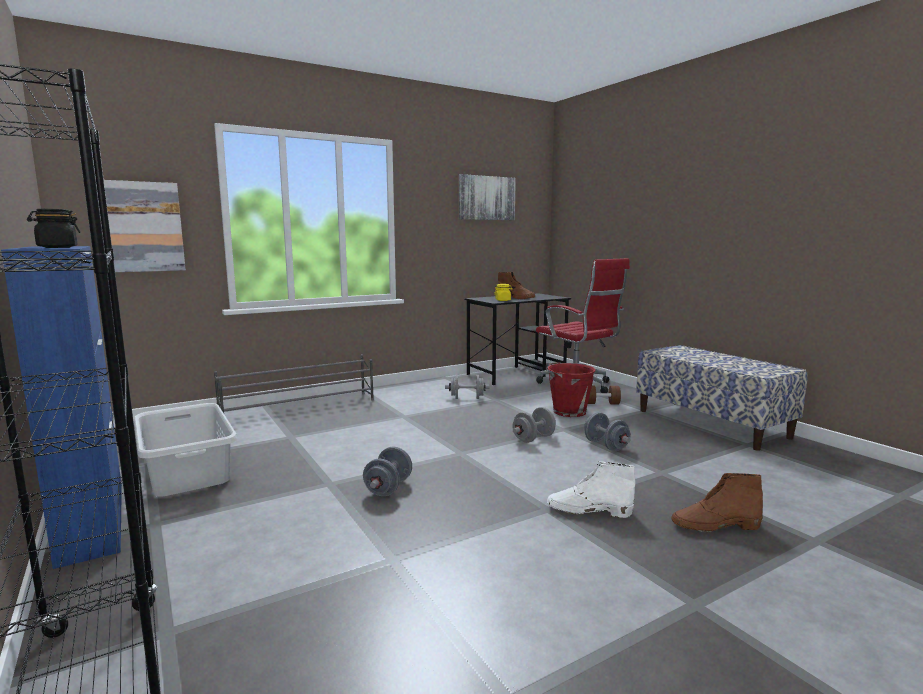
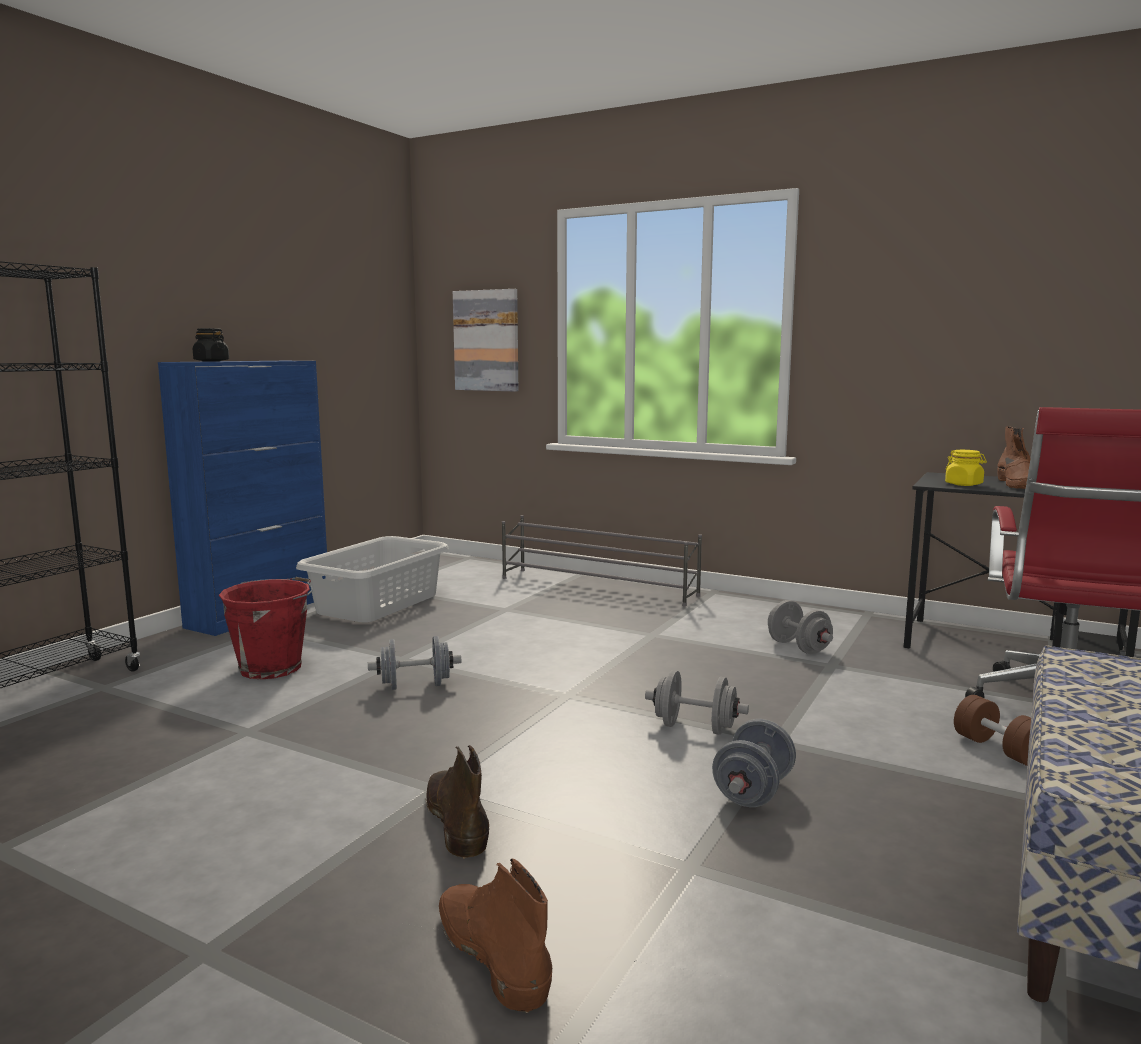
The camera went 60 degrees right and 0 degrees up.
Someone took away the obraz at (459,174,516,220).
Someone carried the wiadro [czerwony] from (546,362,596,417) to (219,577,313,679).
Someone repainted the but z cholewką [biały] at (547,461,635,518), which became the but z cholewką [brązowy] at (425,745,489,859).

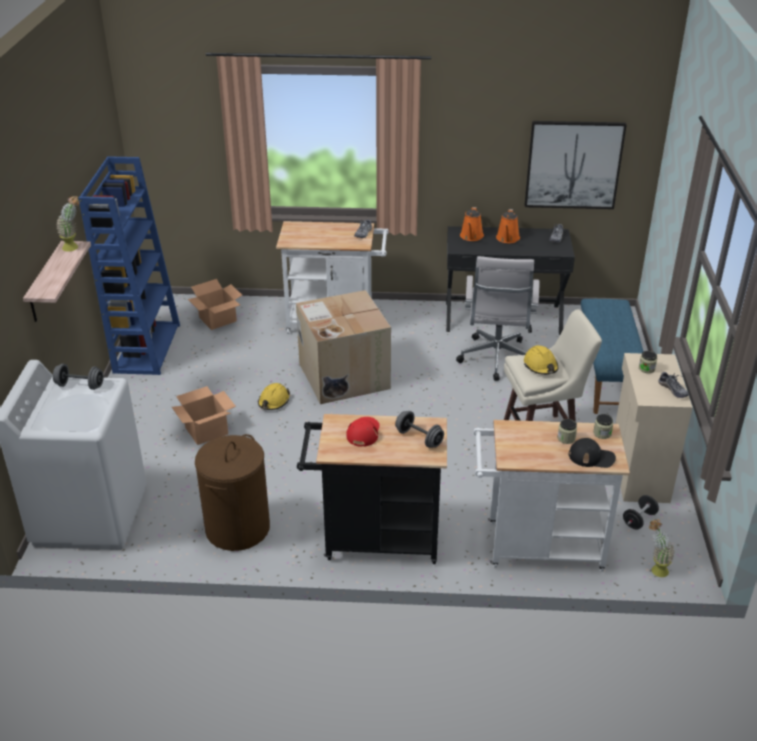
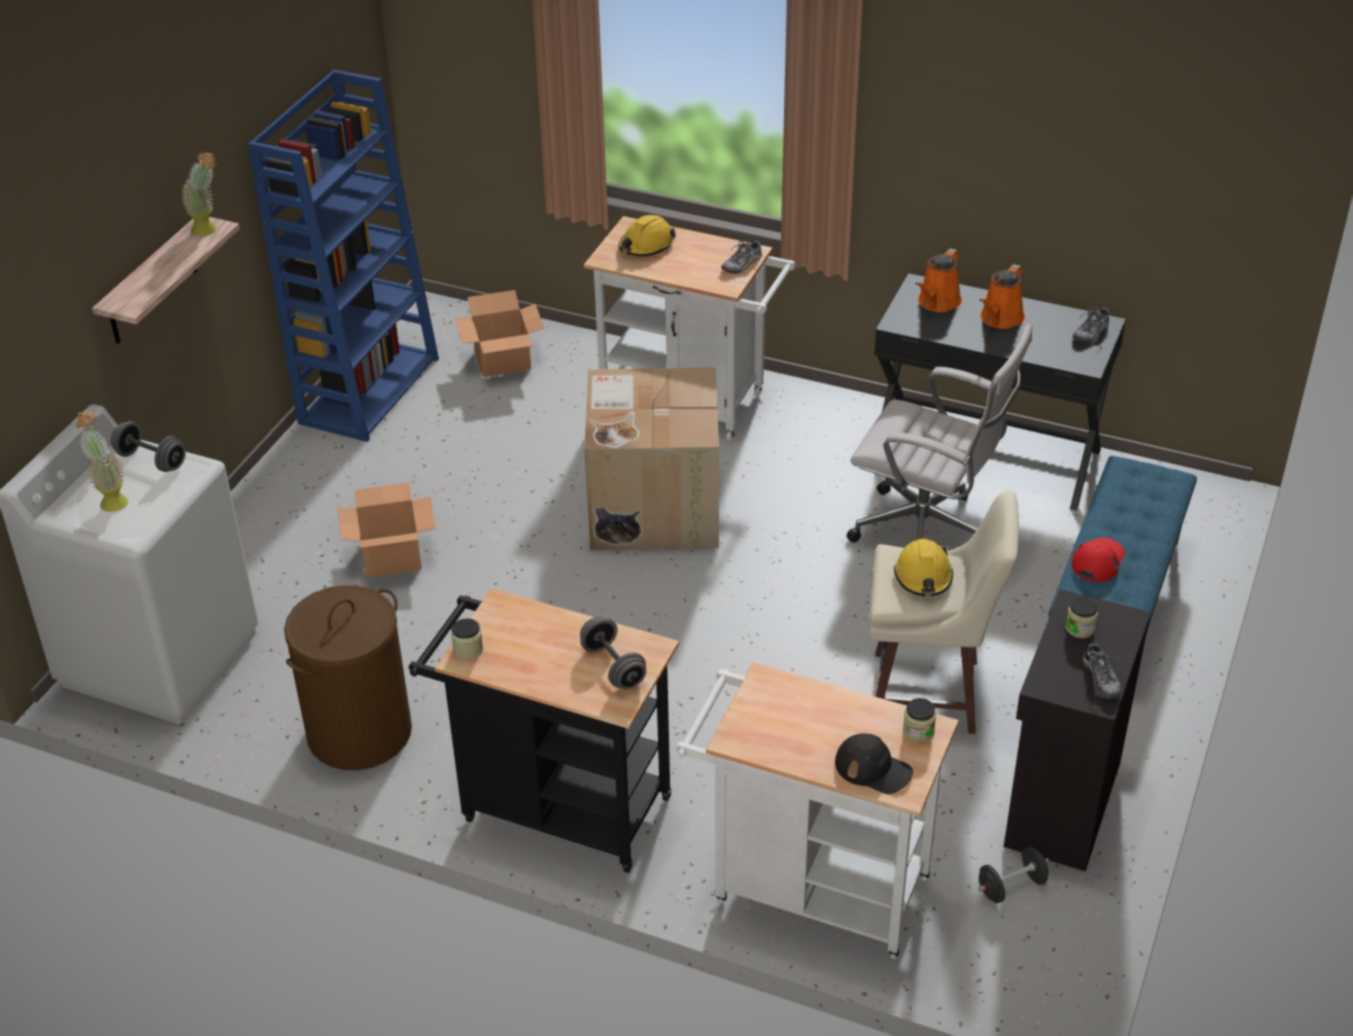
The camera went 20 degrees right and 5 degrees up.
Someone took away the obraz at (525,121,627,209).
Someone carried the kask [żółty] from (258,383,290,410) to (618,215,676,256).
Someone carried the czapka z daszkiem [czerwony] from (347,417,380,447) to (1072,538,1125,582).
Someone carried the słoik from (557,419,577,444) to (451,618,483,660).
Someone carried the roślina doniczkowa from (649,519,675,577) to (76,412,128,512).
Someone repainted the szafka [beżowy] at (615,353,693,503), which became the szafka [czarny] at (1004,589,1151,871).
Someone rotated the krzesło biurowe [biały] at (456,256,540,381) by 90 degrees counterclockwise.

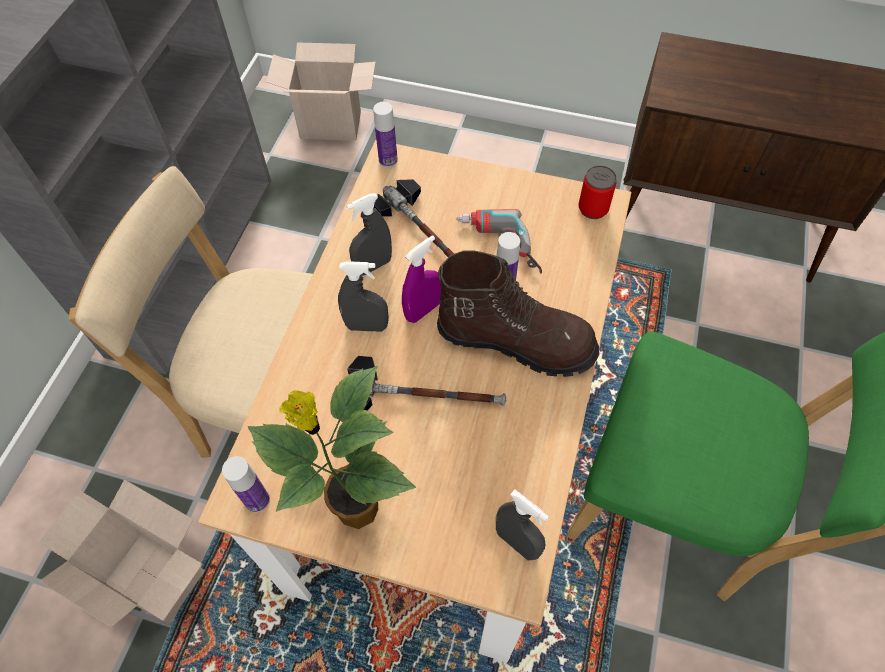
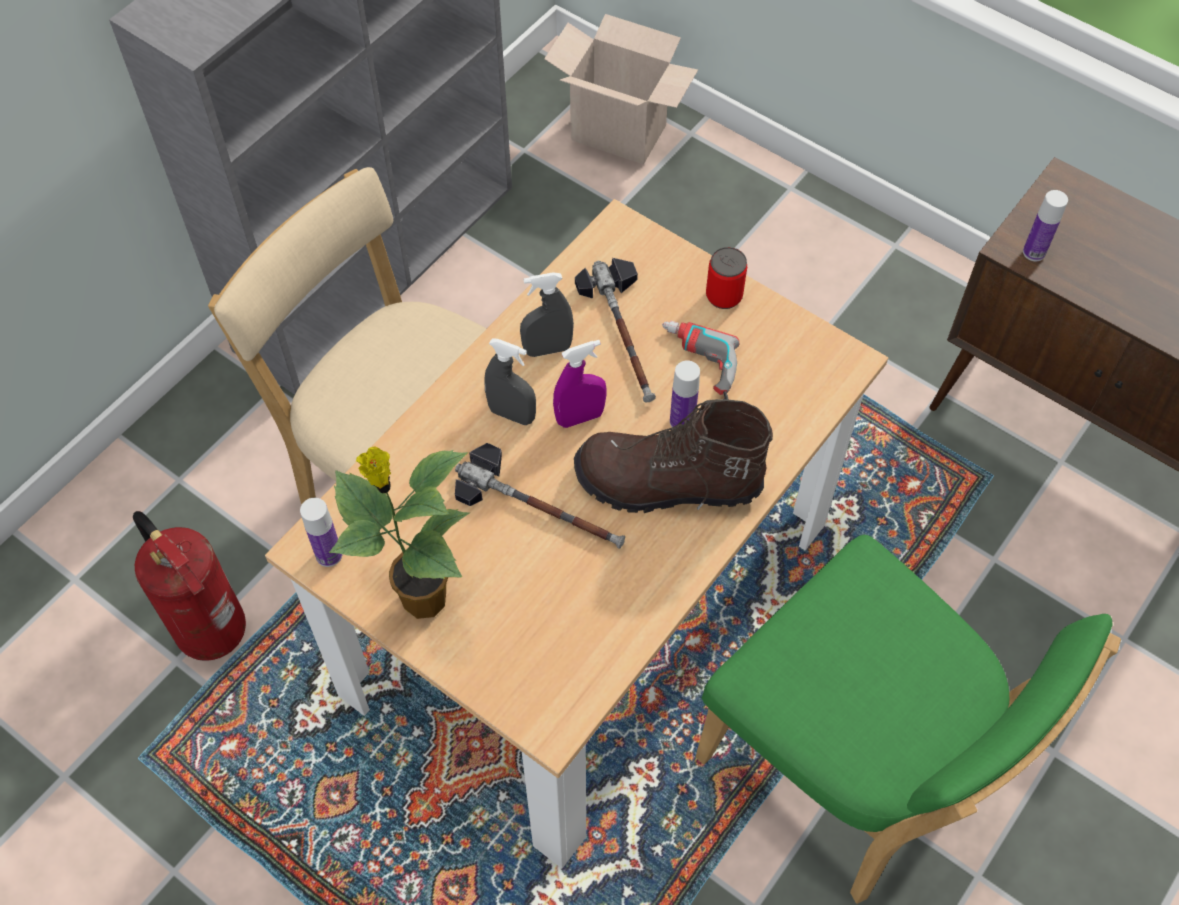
The camera went 20 degrees right and 0 degrees up.
Someone took away the spryskiwacz [szary] at (496,490,549,560).
Someone carried the butelka from (373,102,398,168) to (1023,190,1068,261).
Someone carried the puszka from (579,166,617,219) to (706,247,747,309).
Someone swapped the karton at (39,479,205,628) for the gaśnica at (133,511,246,661).
Someone rotated the but z cholewką [brązowy] at (437,251,599,377) by 150 degrees clockwise.

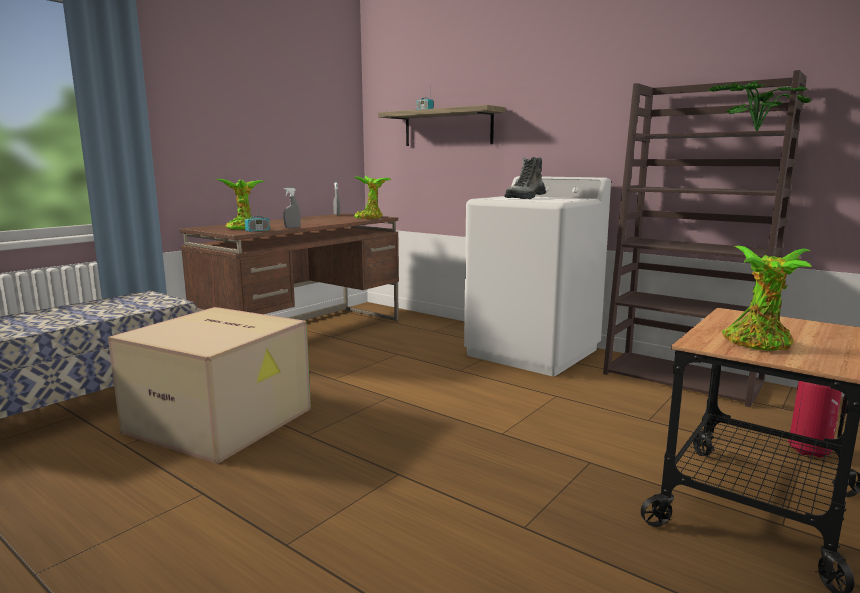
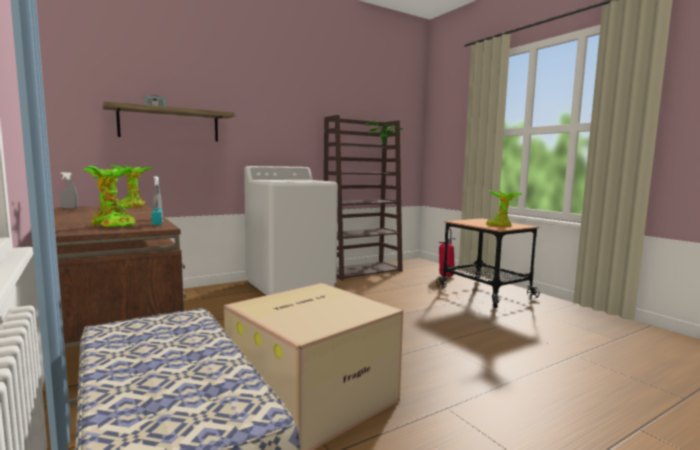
The camera went 70 degrees left and 5 degrees down.
Someone took away the but z cholewką at (505,157,546,199).

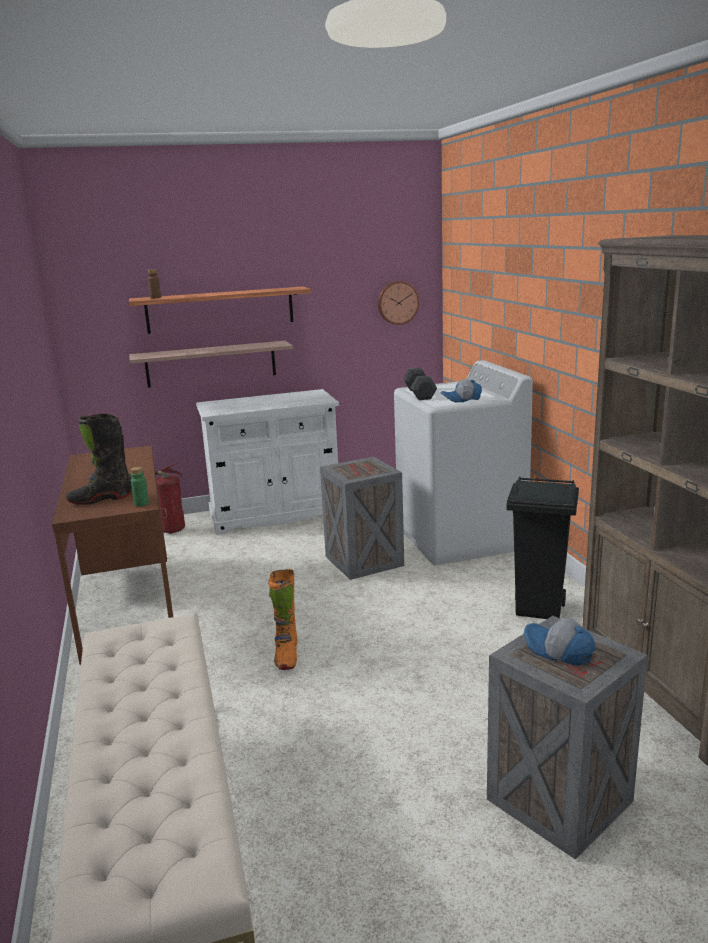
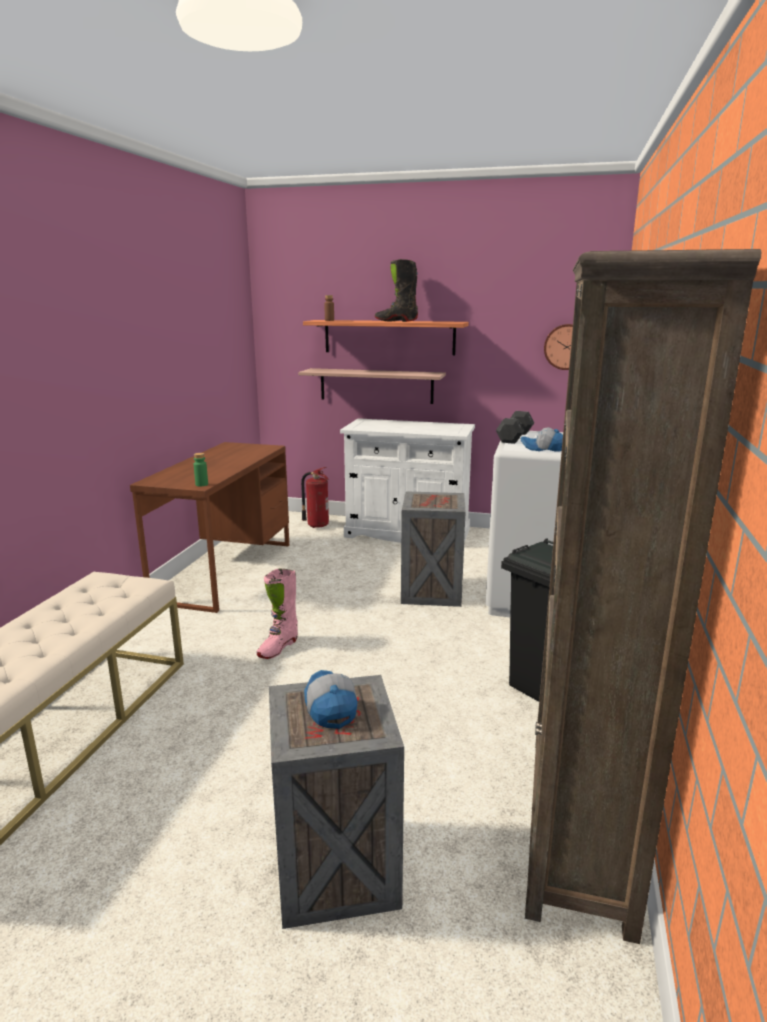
The camera went 30 degrees right and 0 degrees up.
Someone carried the but z cholewką [czarny] from (65,413,132,505) to (375,259,418,322).
Someone repainted the but z cholewką [pomarańczowy] at (268,569,298,670), which became the but z cholewką [różowy] at (256,569,298,659).

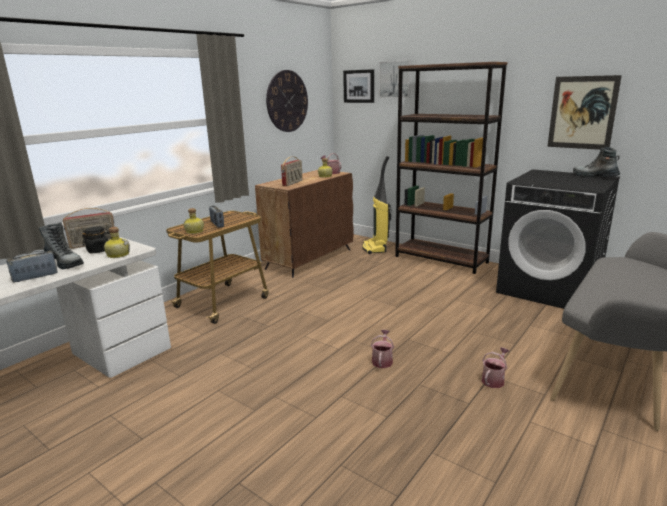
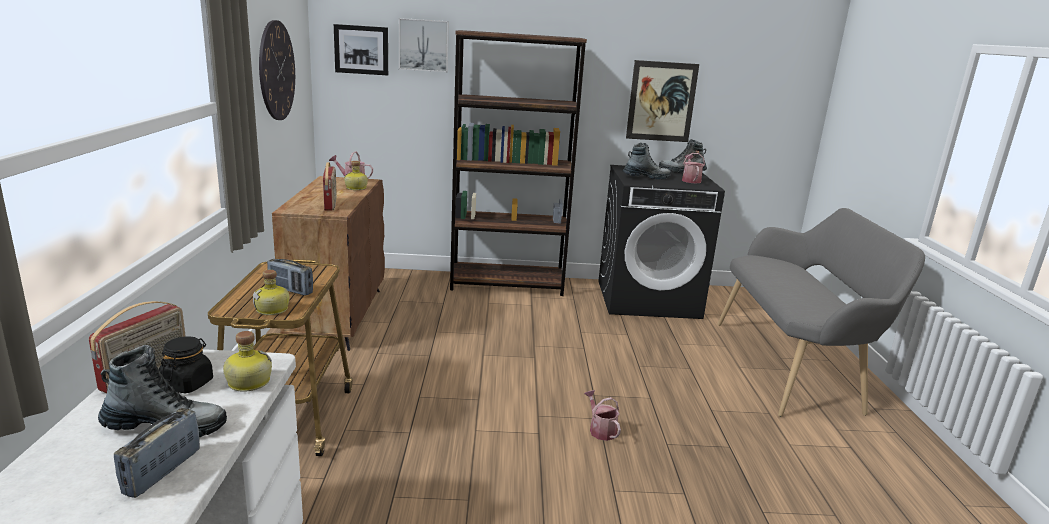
The camera went 40 degrees left and 0 degrees up.
Someone took away the odkurzacz at (362,156,391,254).
Someone put down the but z cholewką at (623,143,671,180).
Someone carried the konewka from (481,347,509,388) to (682,153,705,183).

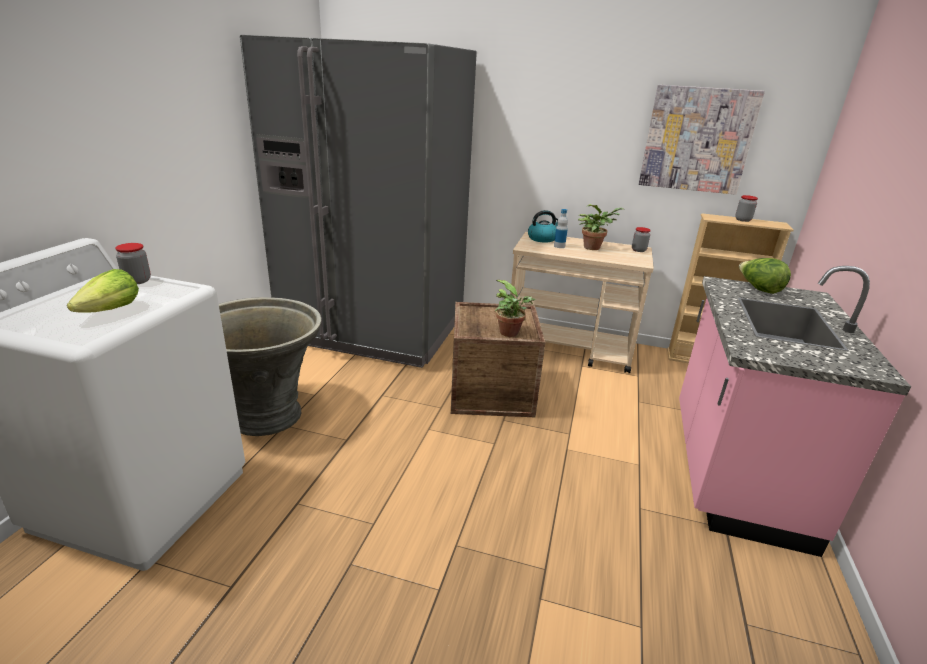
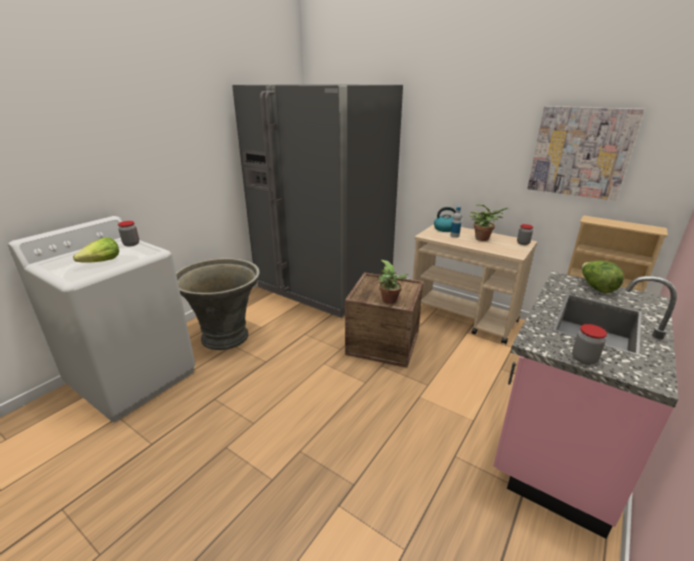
The camera went 20 degrees right and 0 degrees up.
Someone carried the słoik from (735,195,758,222) to (572,324,607,365).

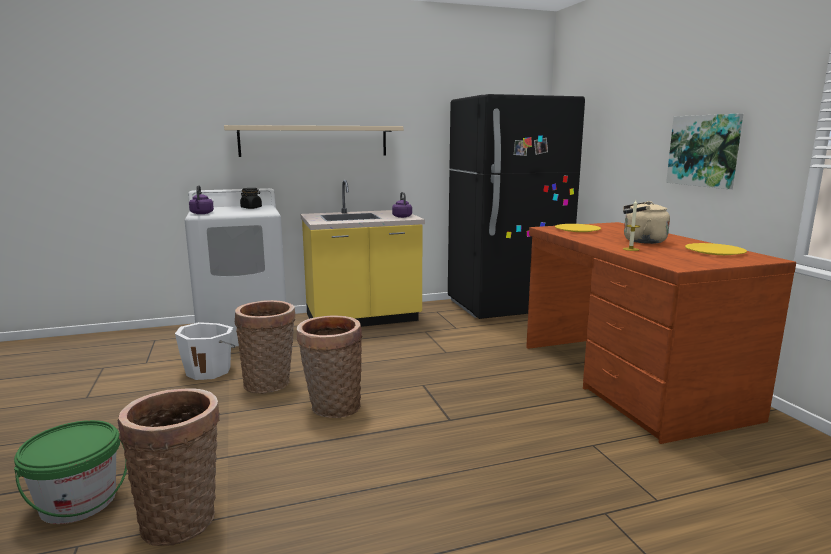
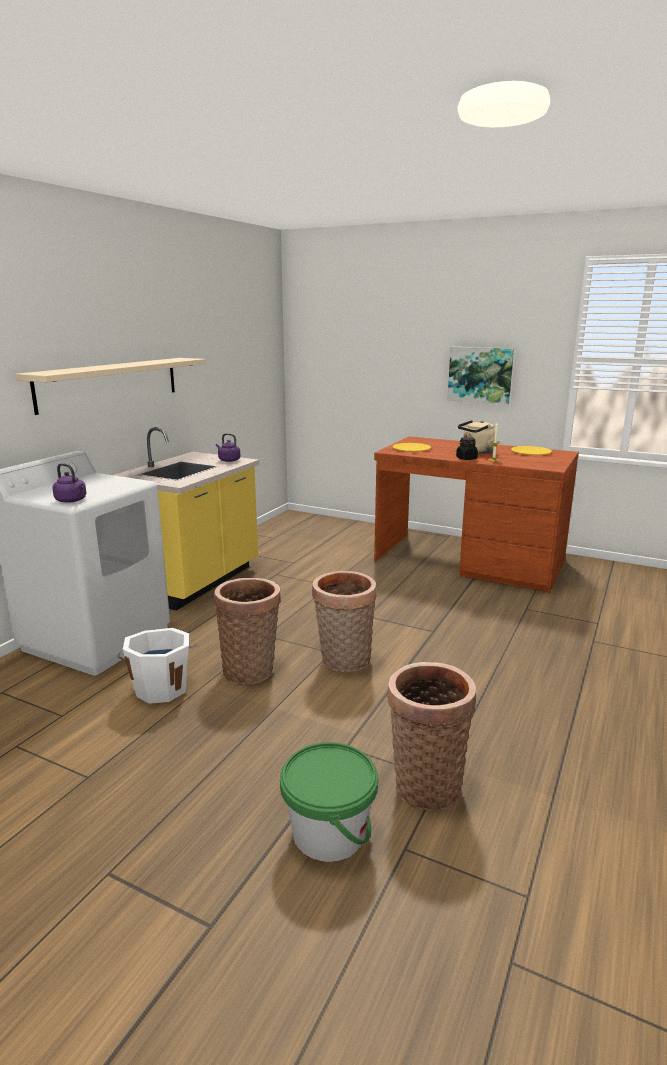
The camera went 45 degrees left and 5 degrees up.
Someone took away the lodówka [czarny] at (448,94,585,319).
Someone carried the słoik [czarny] from (240,188,262,209) to (456,437,478,460).

